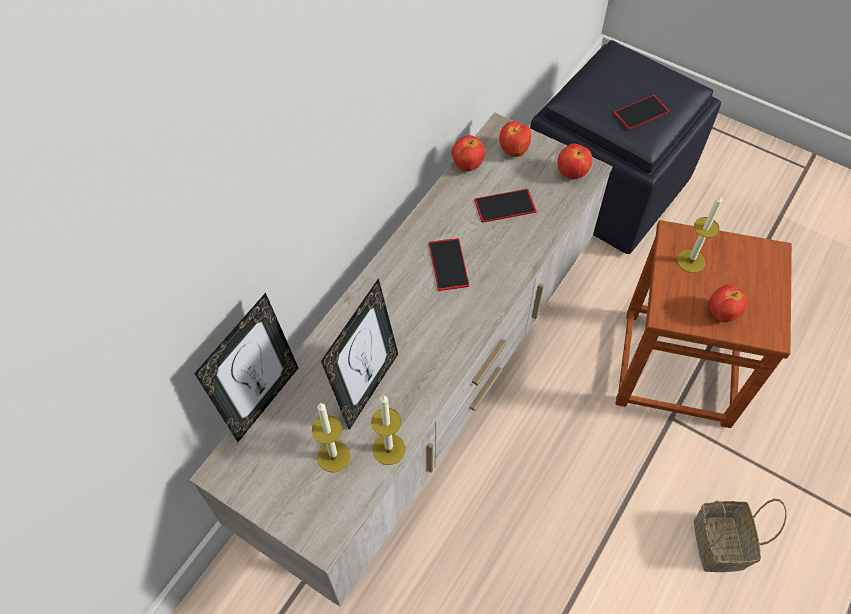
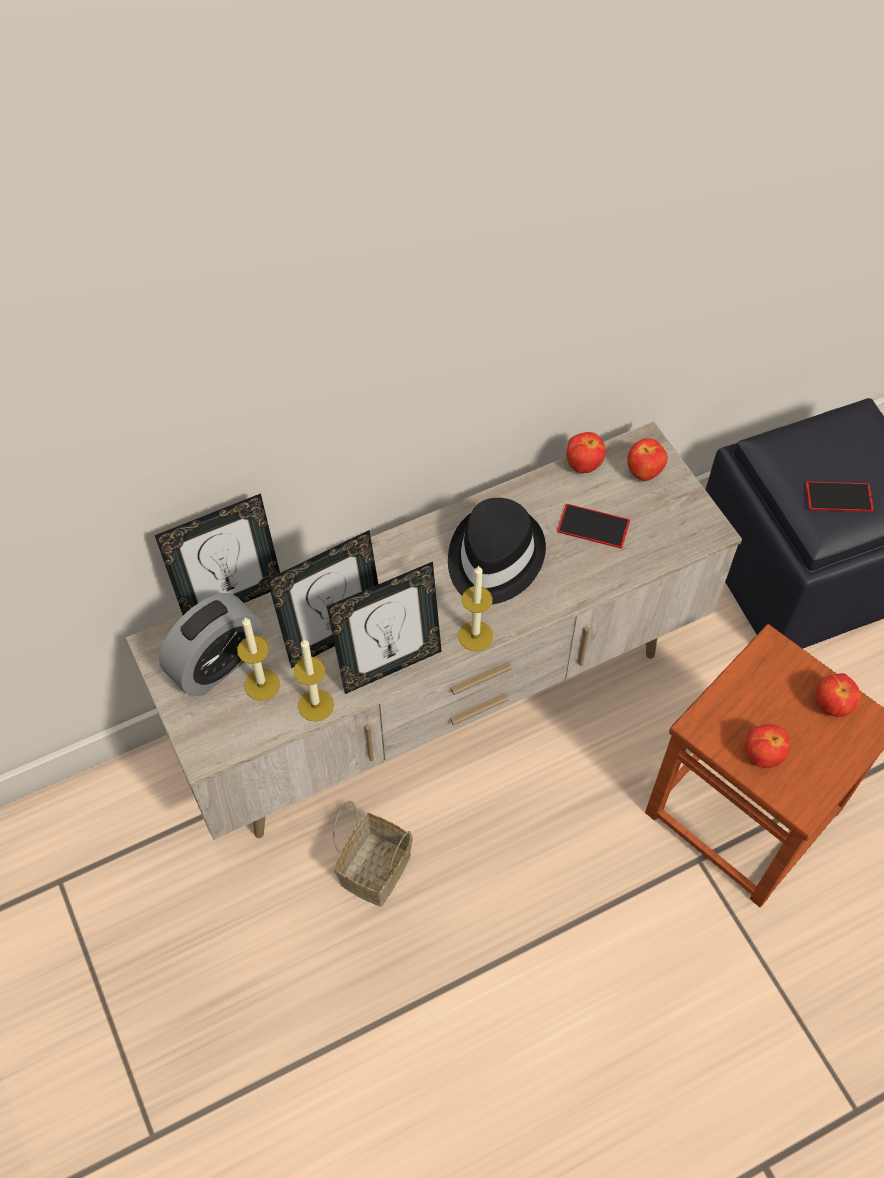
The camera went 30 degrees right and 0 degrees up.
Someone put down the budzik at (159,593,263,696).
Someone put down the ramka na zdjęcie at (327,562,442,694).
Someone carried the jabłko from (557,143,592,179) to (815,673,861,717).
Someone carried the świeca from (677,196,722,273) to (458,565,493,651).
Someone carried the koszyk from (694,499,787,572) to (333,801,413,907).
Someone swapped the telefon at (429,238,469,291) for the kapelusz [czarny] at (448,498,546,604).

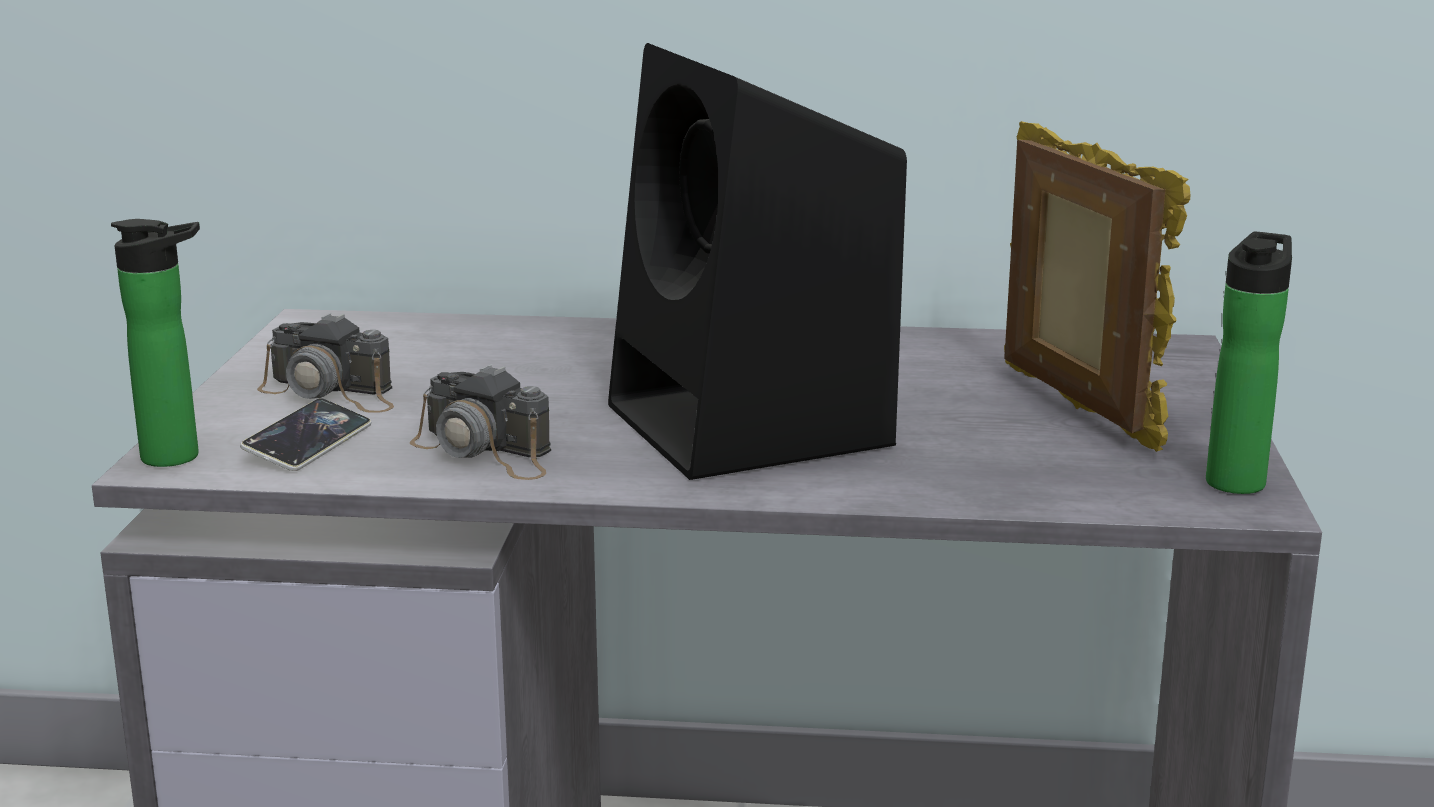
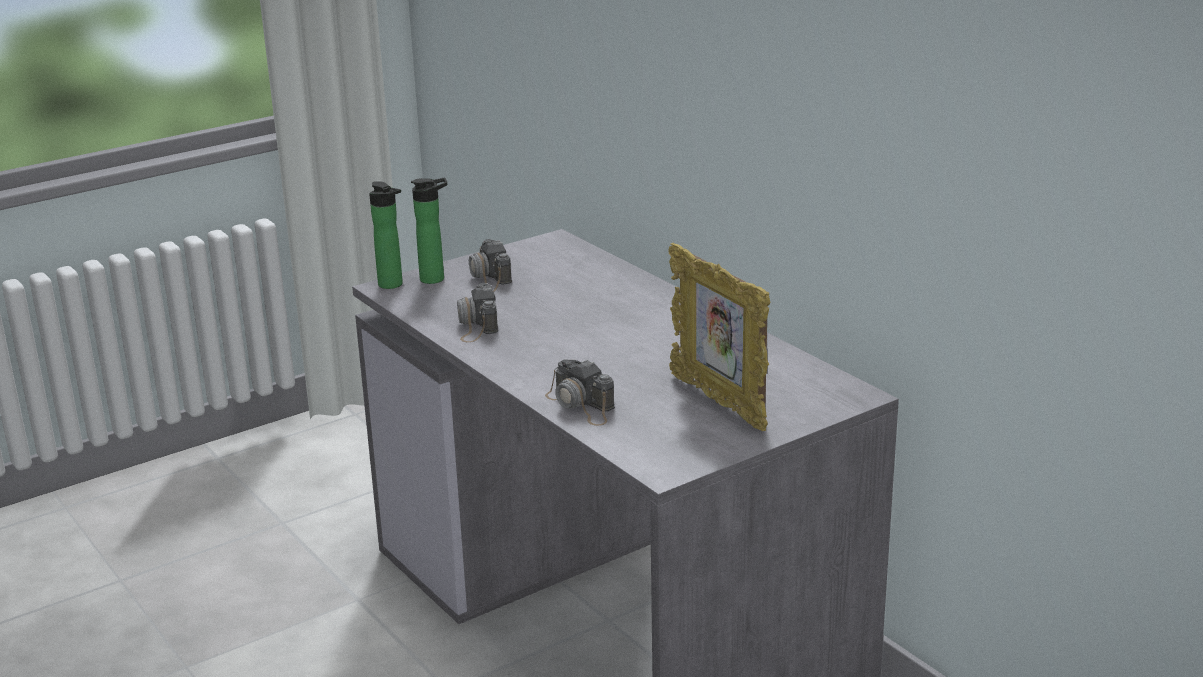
The camera went 50 degrees right and 5 degrees up.
Someone took away the telefon at (240,398,371,471).
Someone took away the głośnik [czarny] at (608,43,907,480).
Someone put down the aparat fotograficzny at (545,359,615,426).
Someone carried the butelka from (1206,232,1292,494) to (411,178,447,284).
Someone rotated the ramka na zdjęcie at (1004,121,1190,452) by 120 degrees clockwise.

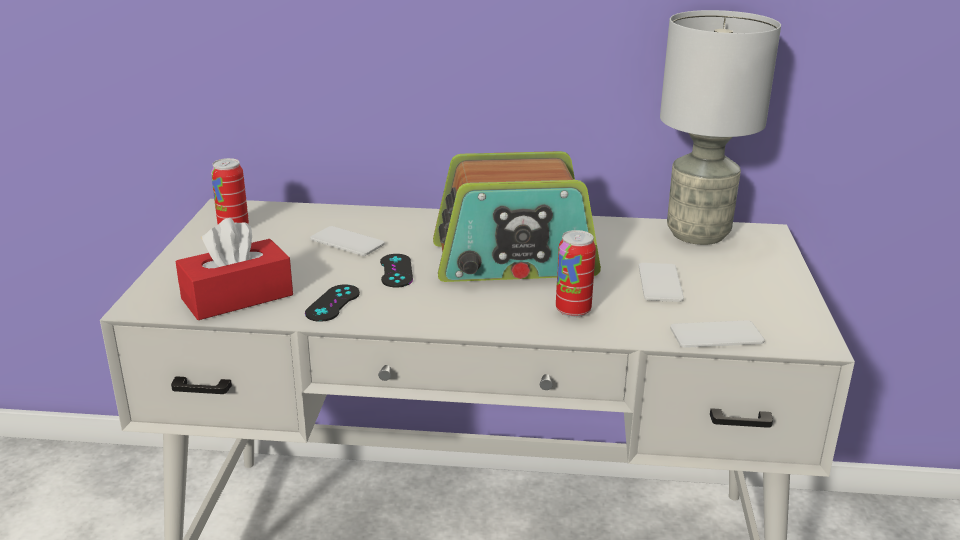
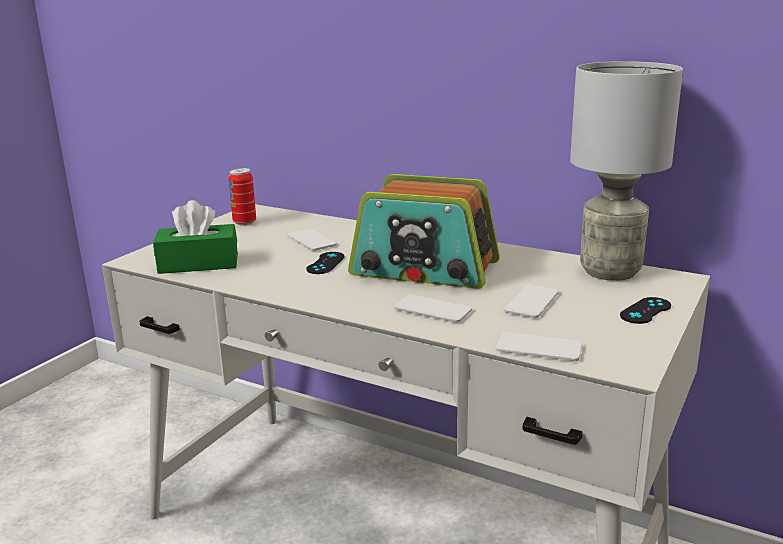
The camera went 25 degrees right and 5 degrees down.
Someone carried the pad do gier [czarny] from (305,285,360,322) to (620,297,671,324).
Someone swapped the puszka at (556,230,596,318) for the telefon at (394,295,472,323).
Someone repainted the pudełko chusteczek [czerwony] at (176,218,293,320), which became the pudełko chusteczek [zielony] at (153,200,238,274).

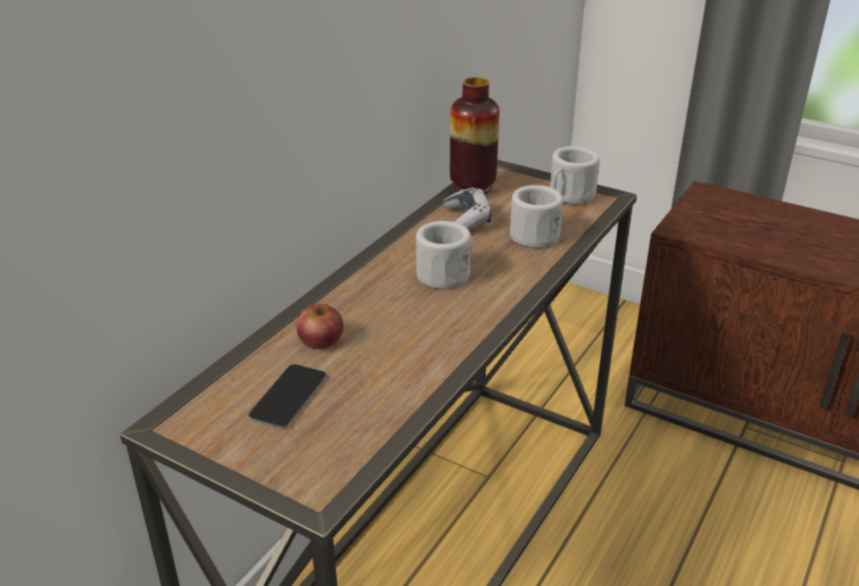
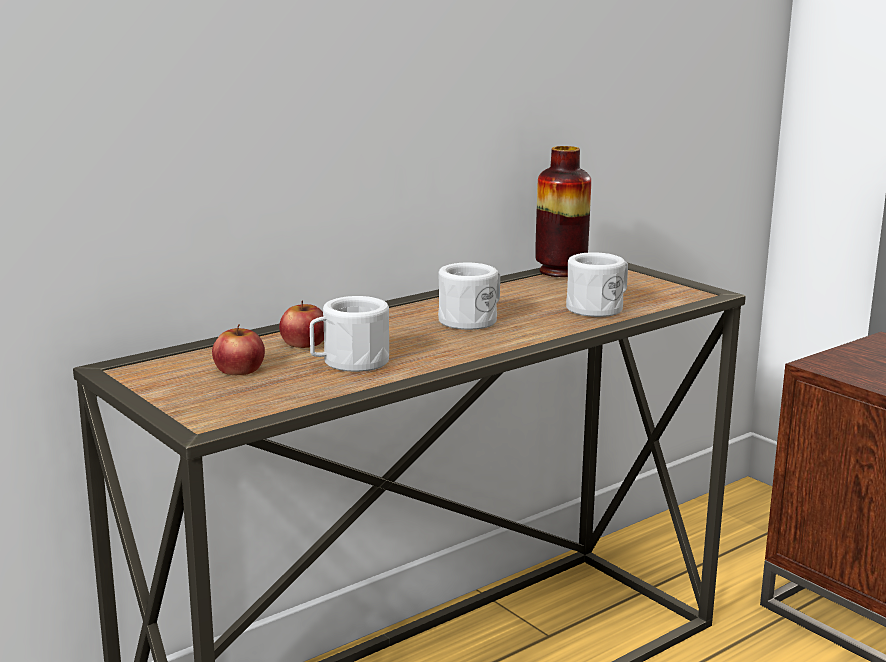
The camera went 20 degrees right and 15 degrees down.
Someone took away the pad do gier at (443,187,492,230).
Someone carried the kubek [biały] from (550,146,600,204) to (310,296,389,372).
Someone swapped the telefon at (249,364,326,429) for the jabłko at (212,324,265,375).

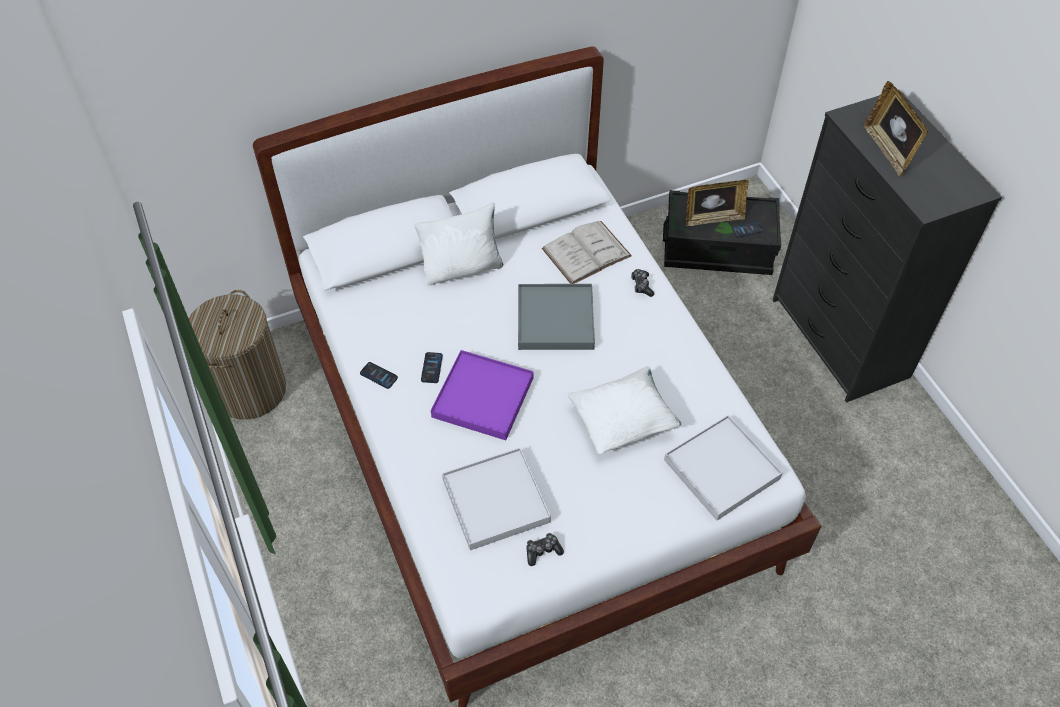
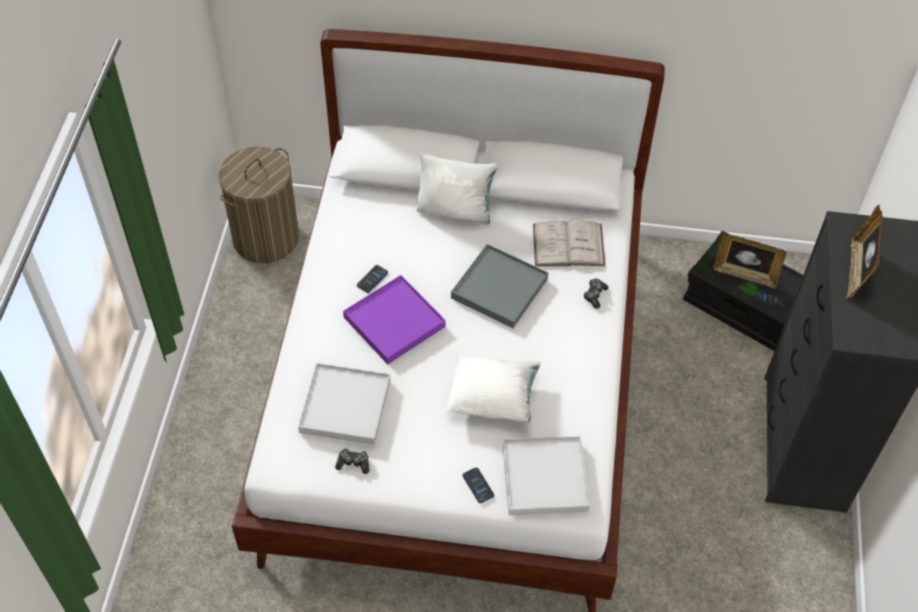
The camera went 30 degrees right and 0 degrees up.
Someone carried the telefon from (360,362,398,389) to (463,468,494,503).

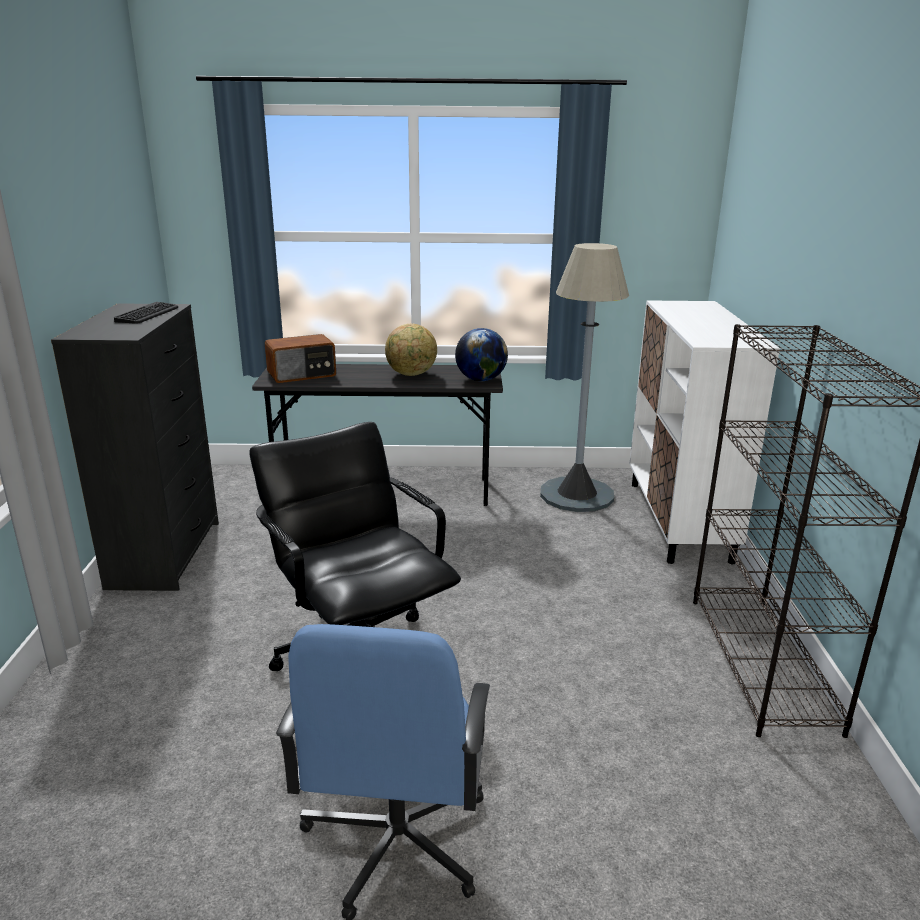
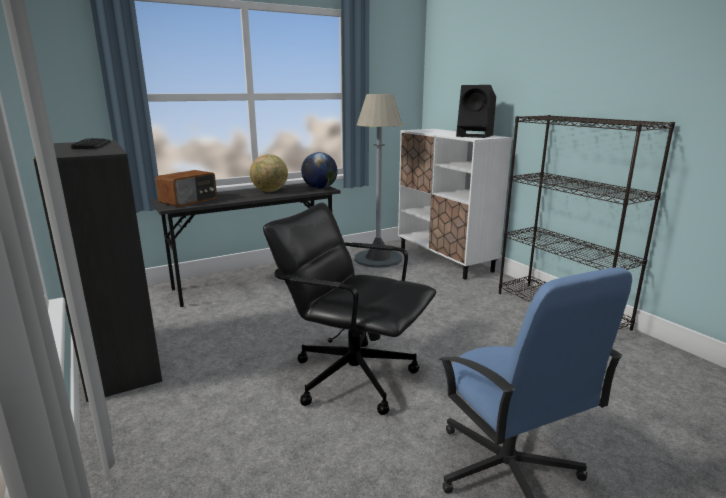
The camera went 30 degrees left and 5 degrees down.
Someone put down the głośnik [czarny] at (456,85,496,138).

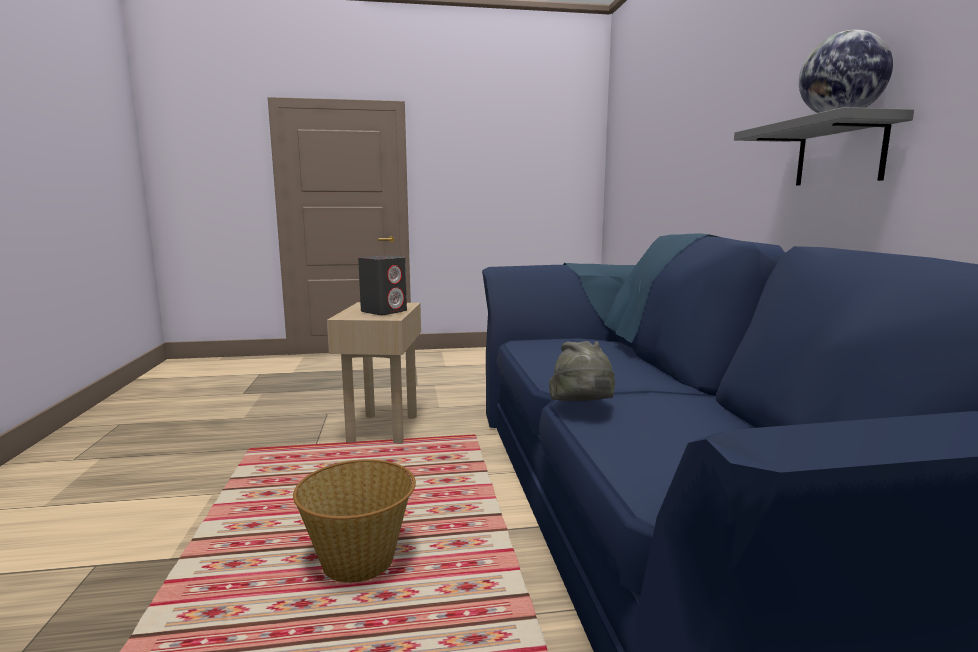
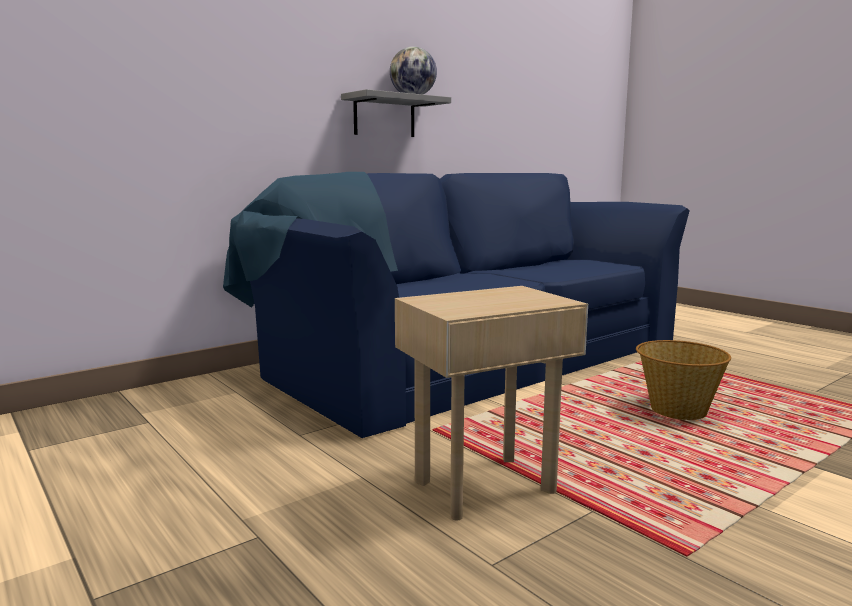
The camera went 120 degrees left and 0 degrees up.
Someone took away the głośnik [szary] at (358,255,407,315).
Someone took away the kapelusz [szary] at (549,341,615,401).

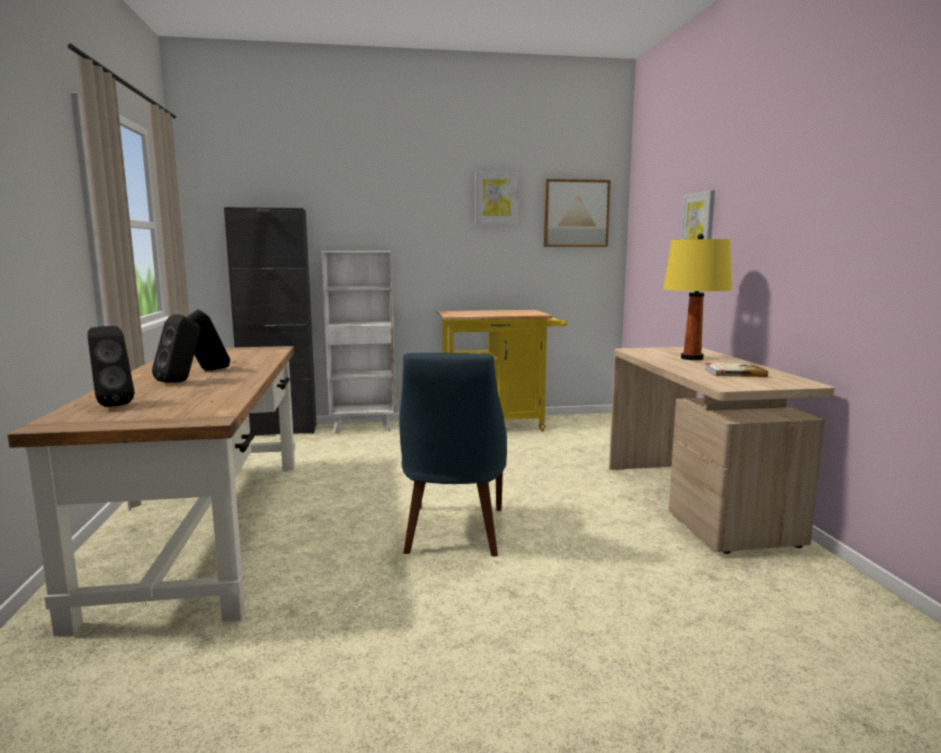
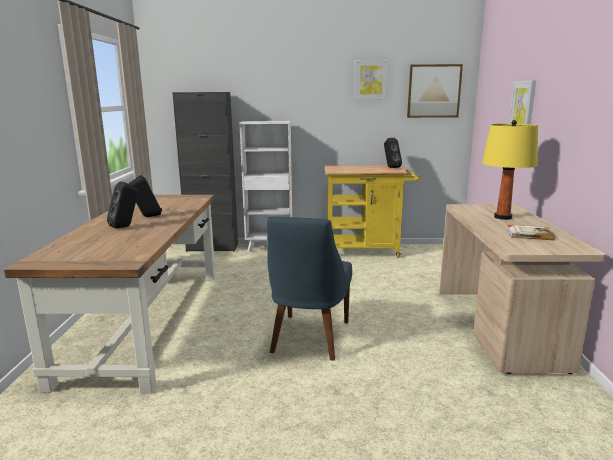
The camera went 10 degrees right and 5 degrees up.
Someone carried the głośnik [czarny] from (87,326,134,407) to (384,138,402,168).

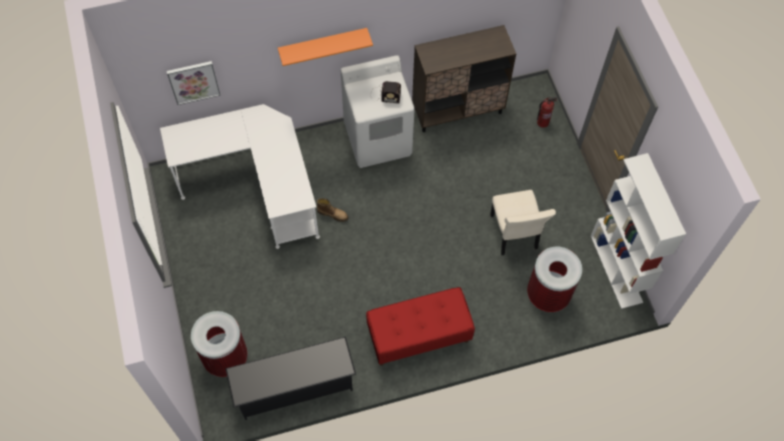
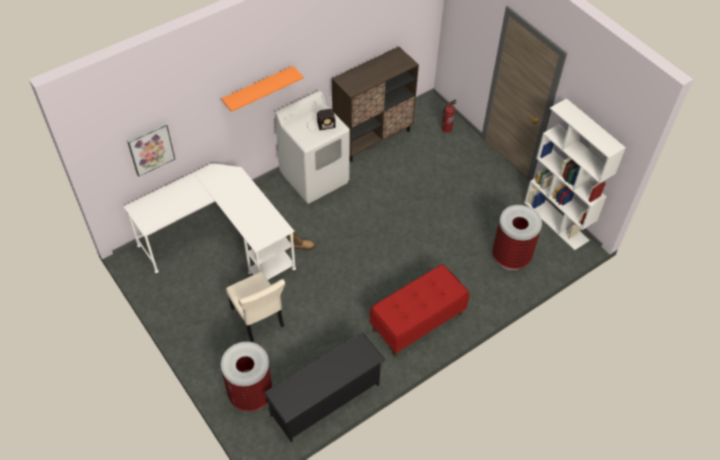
The camera went 20 degrees left and 10 degrees down.
Someone carried the krzesło [beżowy] from (490,190,556,255) to (226,272,285,342).

